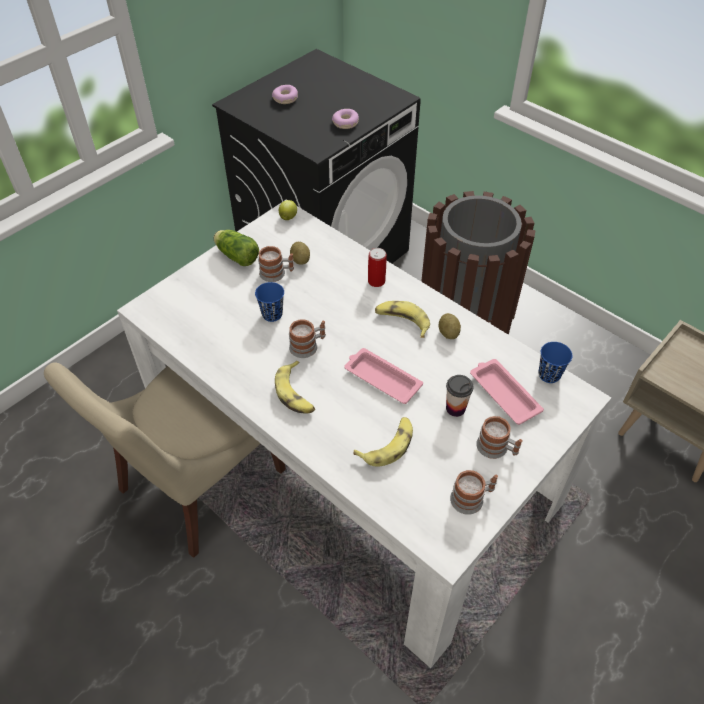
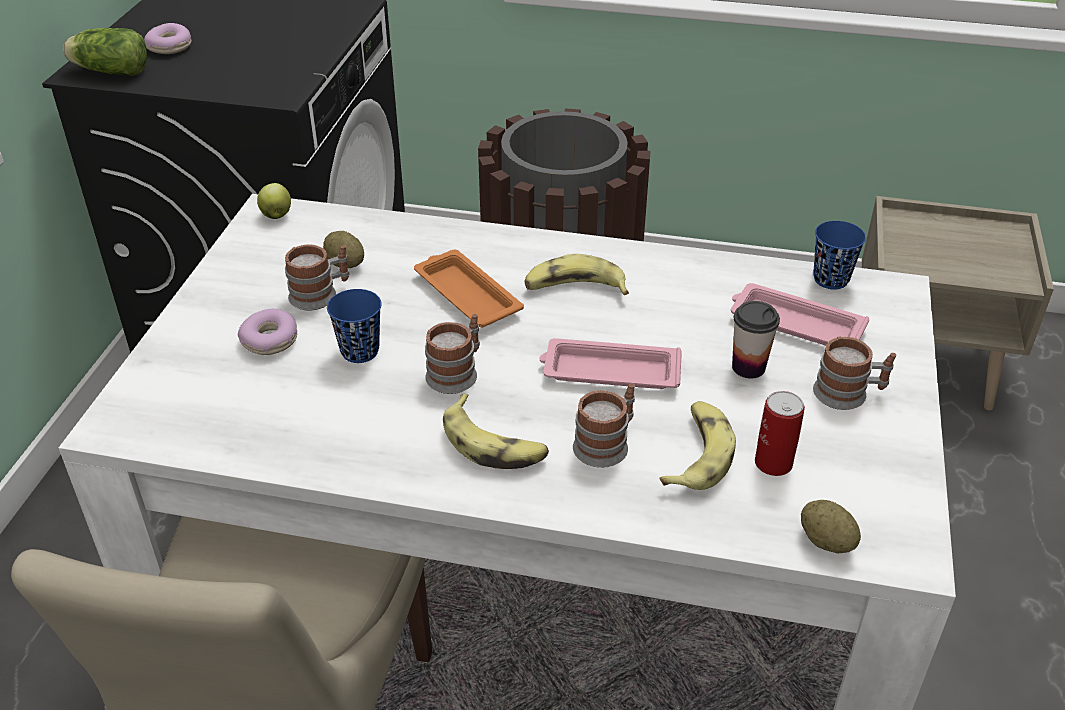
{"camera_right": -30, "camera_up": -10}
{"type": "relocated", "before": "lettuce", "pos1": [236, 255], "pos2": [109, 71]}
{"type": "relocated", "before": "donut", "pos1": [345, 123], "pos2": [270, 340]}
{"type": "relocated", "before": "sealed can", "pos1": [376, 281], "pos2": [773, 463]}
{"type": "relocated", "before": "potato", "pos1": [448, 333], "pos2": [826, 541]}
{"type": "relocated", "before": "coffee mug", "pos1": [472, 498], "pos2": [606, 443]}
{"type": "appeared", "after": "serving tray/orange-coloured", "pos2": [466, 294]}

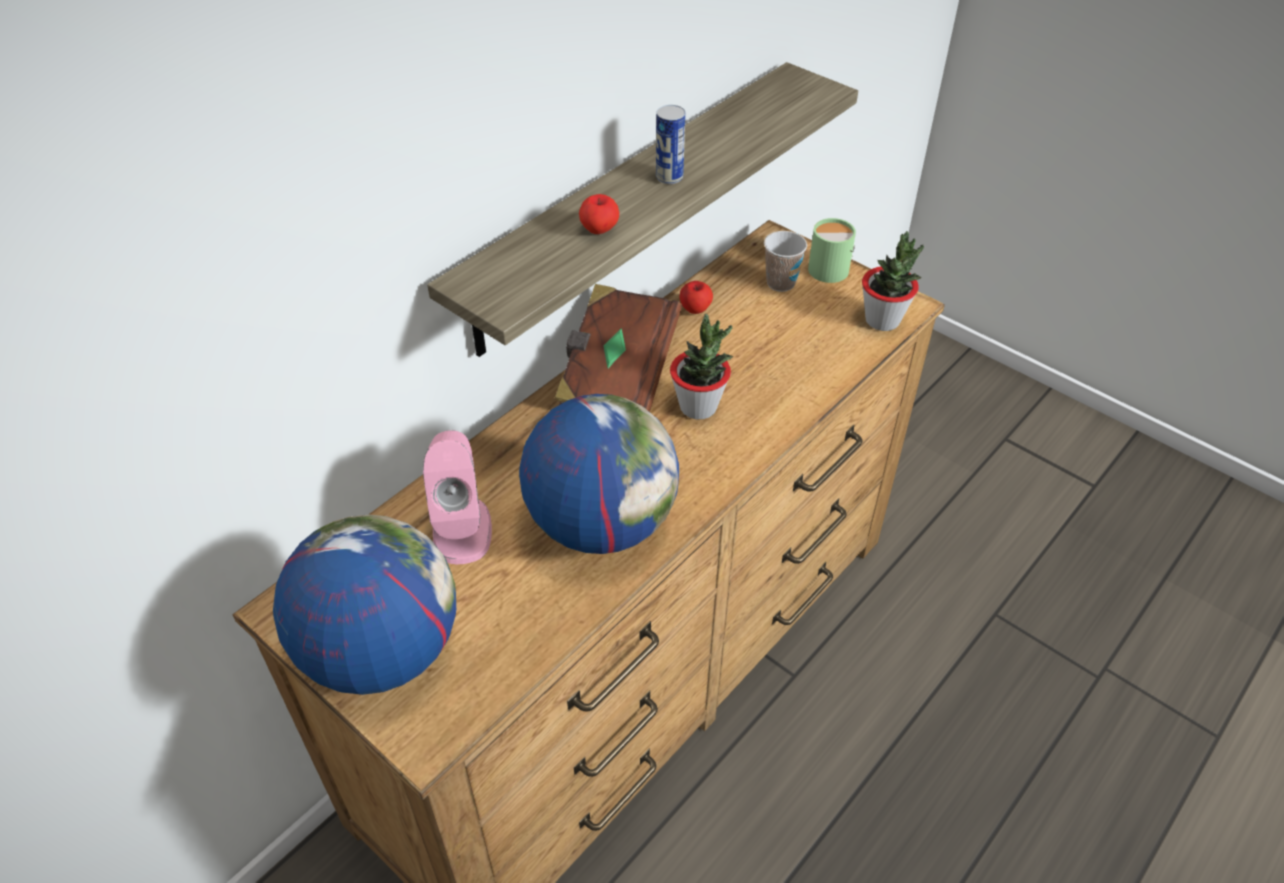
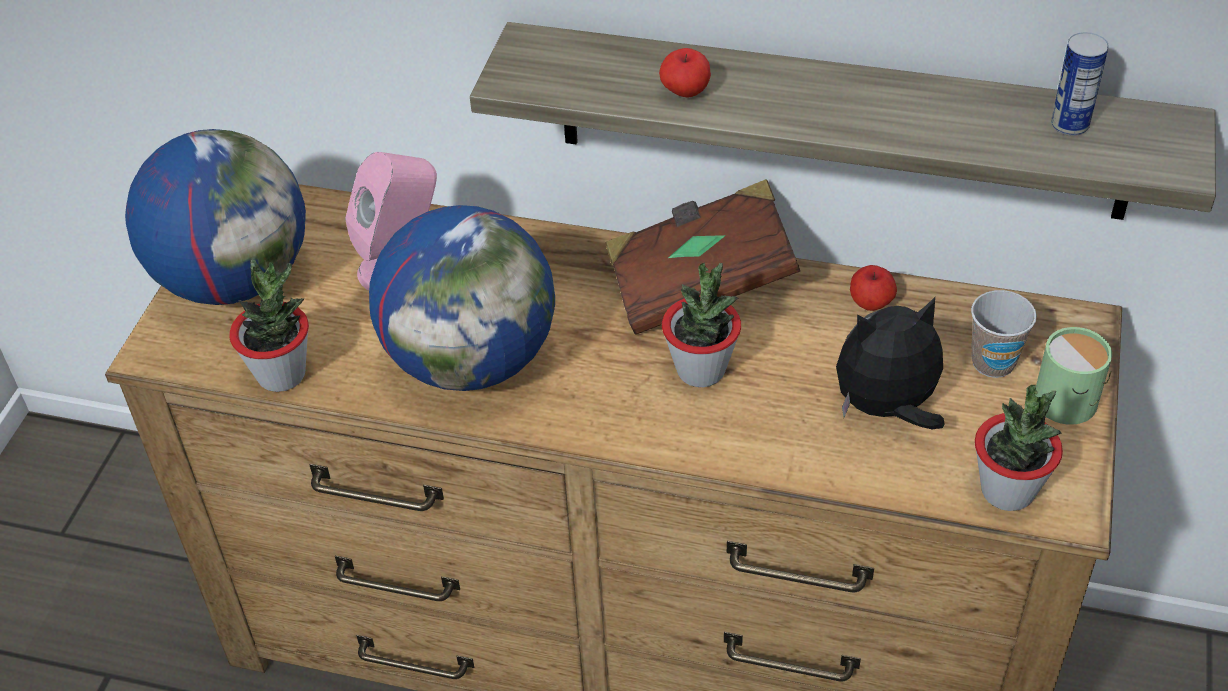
{"camera_right": 65, "camera_up": 0}
{"type": "relocated", "before": "sealed can", "pos1": [669, 177], "pos2": [1069, 125]}
{"type": "appeared", "after": "houseplant", "pos2": [282, 374]}
{"type": "appeared", "after": "plush toy", "pos2": [887, 408]}

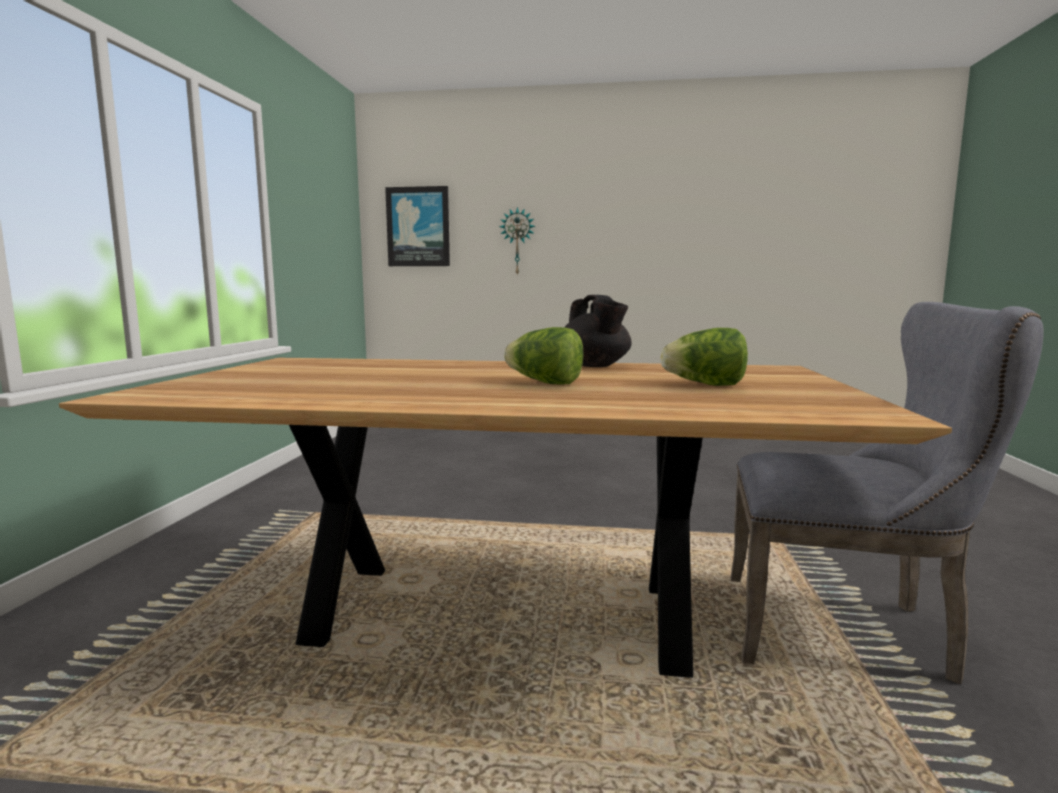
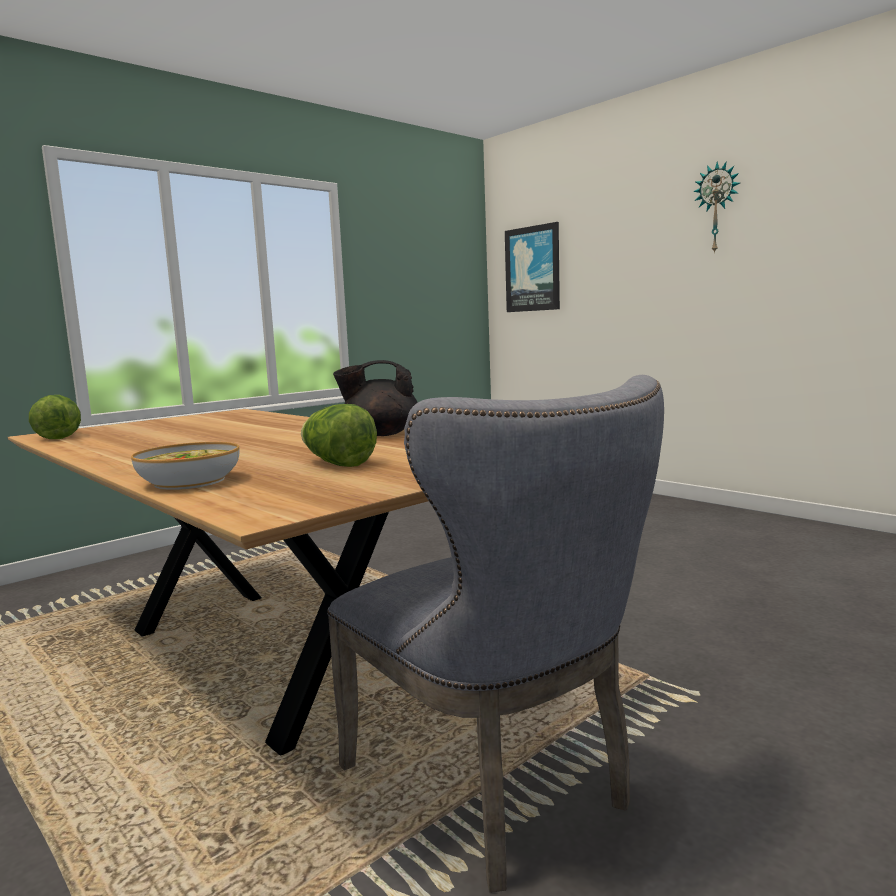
{"camera_right": 40, "camera_up": 0}
{"type": "relocated", "before": "clock on the wall", "pos1": [517, 241], "pos2": [717, 208]}
{"type": "relocated", "before": "lettuce", "pos1": [545, 383], "pos2": [58, 437]}
{"type": "spun", "before": "pot for tea/blackish", "pos1": [594, 366], "pos2": [381, 434], "turn": 60}
{"type": "appeared", "after": "deep dish", "pos2": [189, 482]}

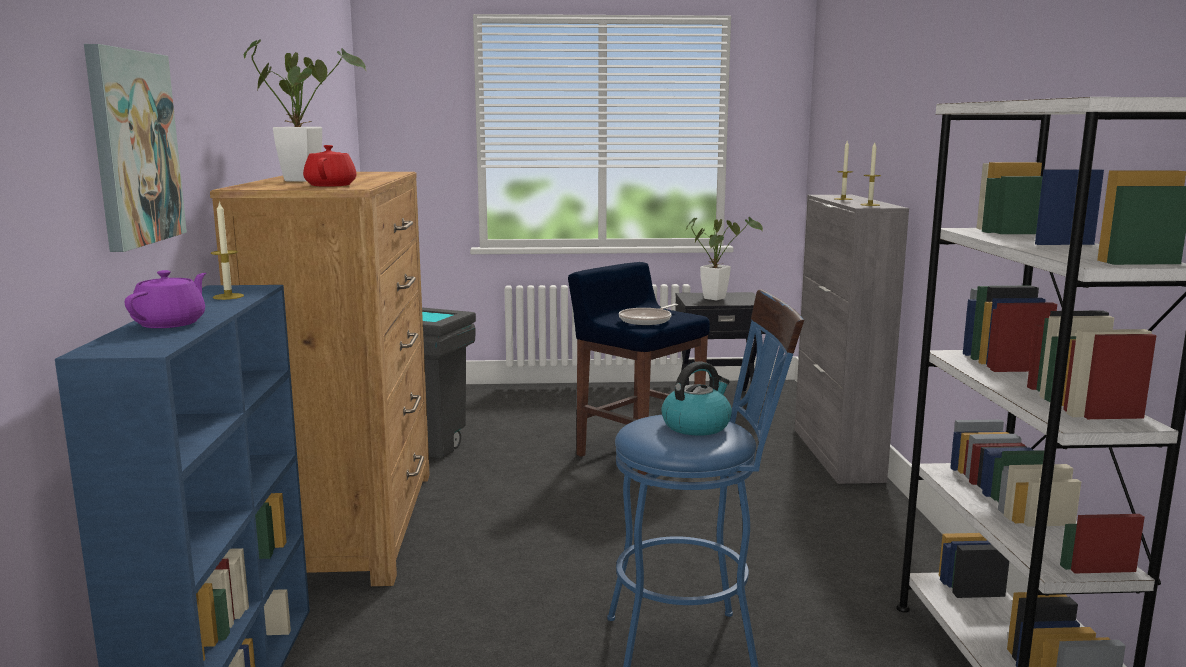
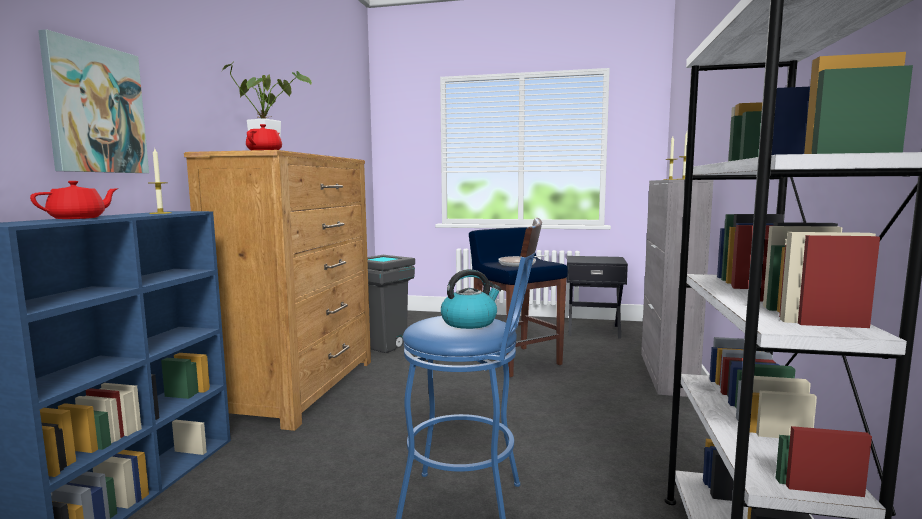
{"camera_right": 15, "camera_up": -5}
{"type": "colour", "before": "pot for tea/purple", "after": "pot for tea/red-coloured", "pos1": [171, 323], "pos2": [79, 218]}
{"type": "missing", "before": "houseplant", "pos1": [717, 298]}

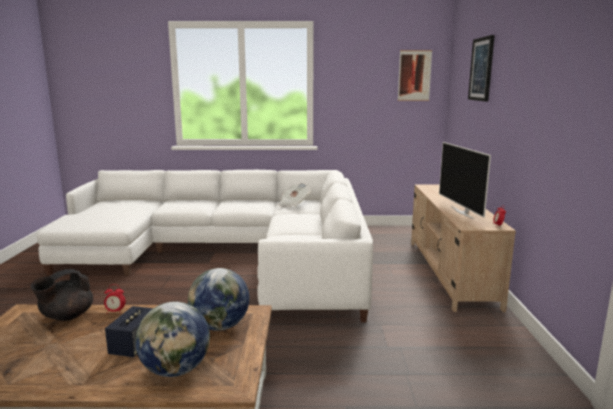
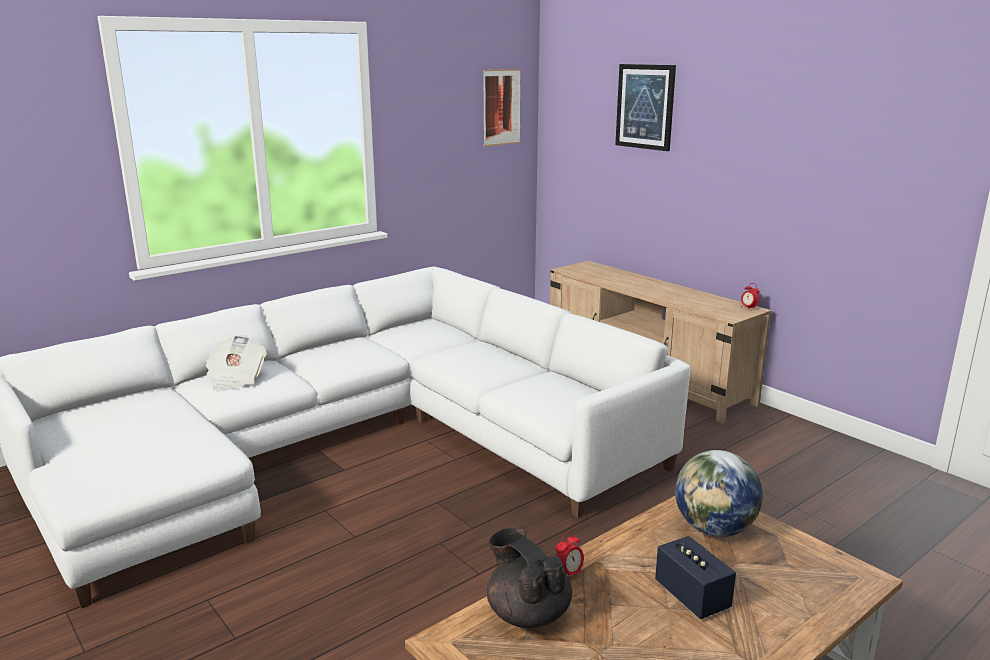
{"camera_right": -40, "camera_up": 5}
{"type": "spun", "before": "pot for tea/blackish", "pos1": [67, 316], "pos2": [527, 613], "turn": 150}
{"type": "missing", "before": "desk globe", "pos1": [176, 370]}
{"type": "relocated", "before": "daily paper", "pos1": [293, 204], "pos2": [236, 379]}
{"type": "missing", "before": "TV set", "pos1": [462, 212]}

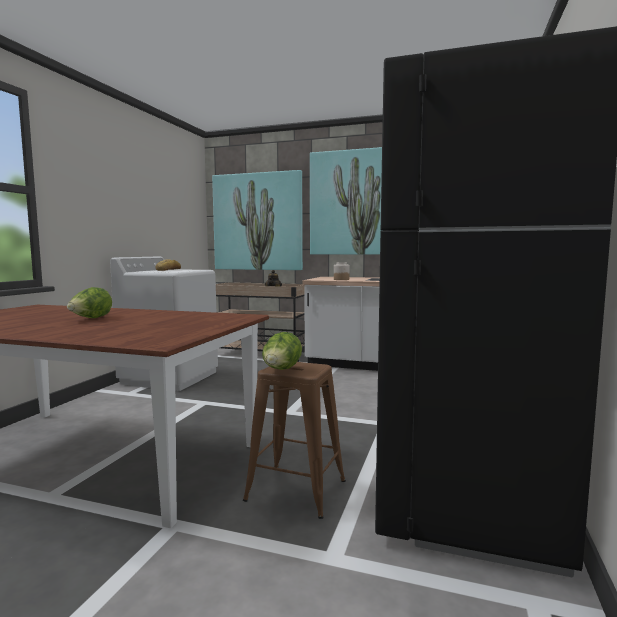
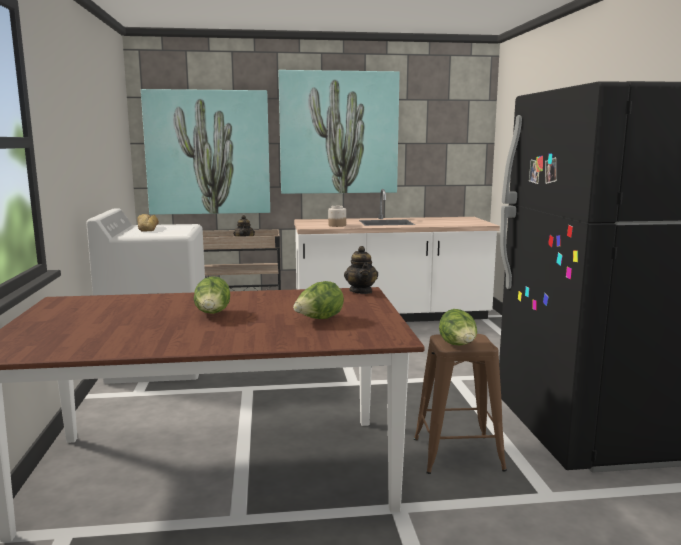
{"camera_right": -25, "camera_up": 5}
{"type": "appeared", "after": "lettuce", "pos2": [318, 320]}
{"type": "appeared", "after": "pot for tea", "pos2": [361, 291]}

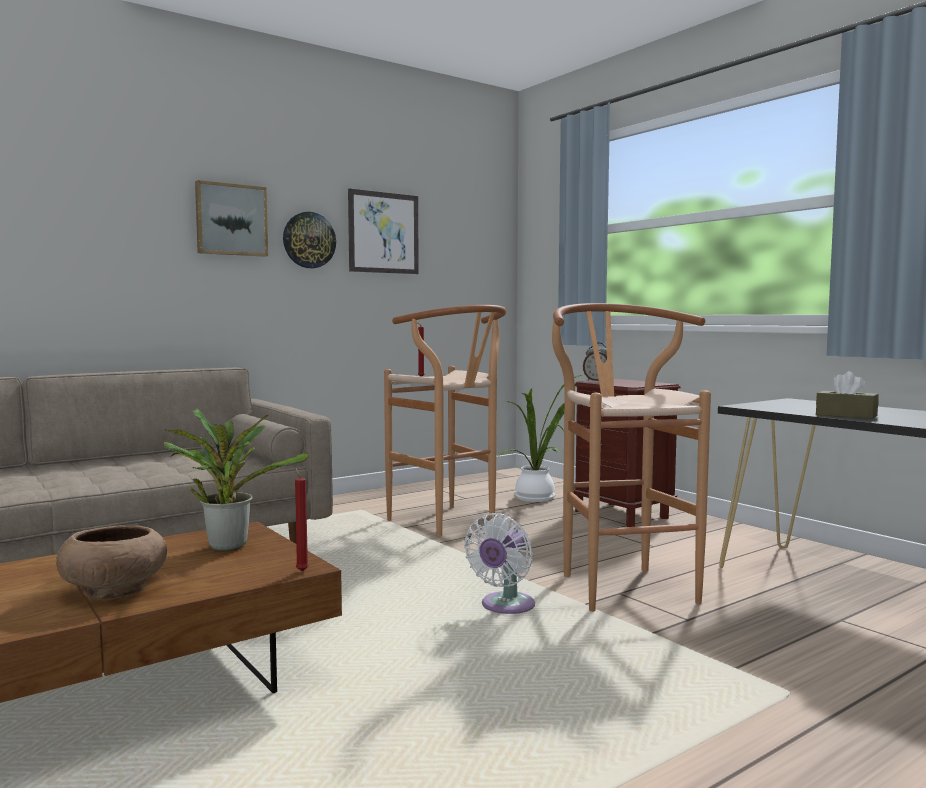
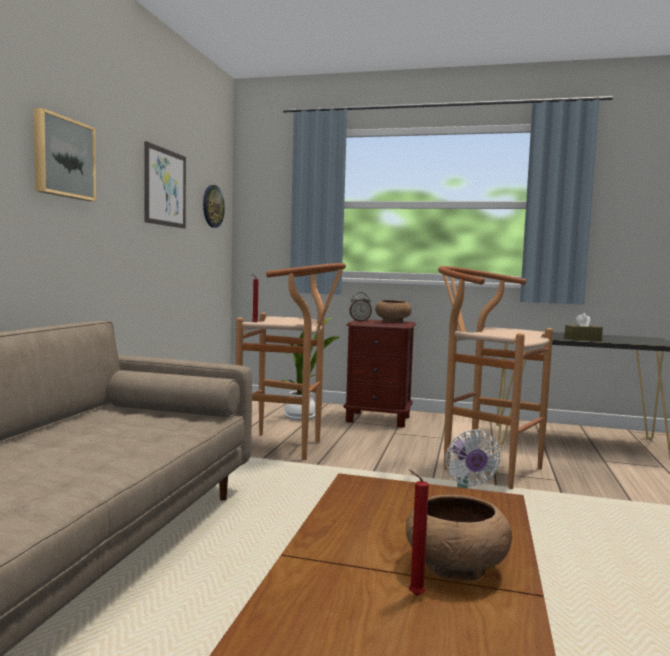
{"camera_right": -40, "camera_up": 0}
{"type": "missing", "before": "houseplant", "pos1": [226, 545]}
{"type": "relocated", "before": "clock on the wall", "pos1": [309, 240], "pos2": [212, 206]}
{"type": "relocated", "before": "wax candle/red-coloured", "pos1": [301, 571], "pos2": [413, 595]}
{"type": "appeared", "after": "deep dish/brown-coloured", "pos2": [393, 322]}

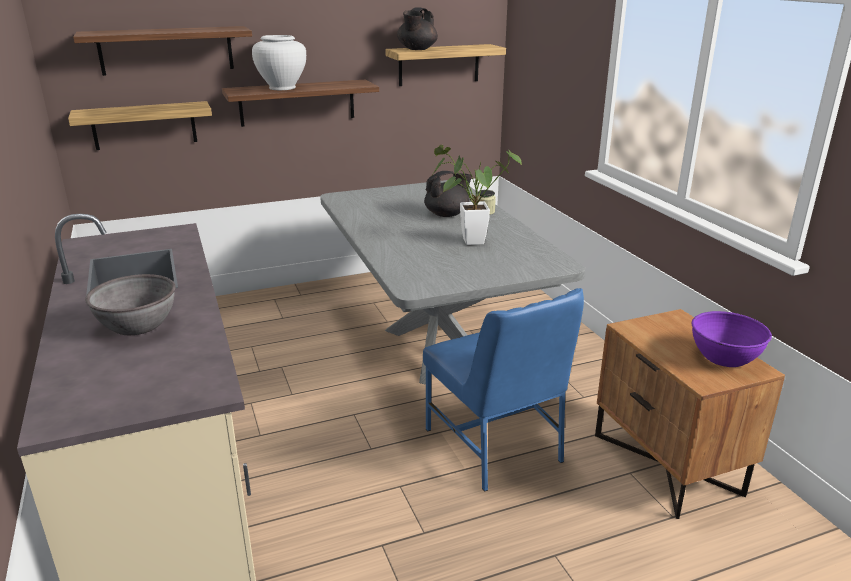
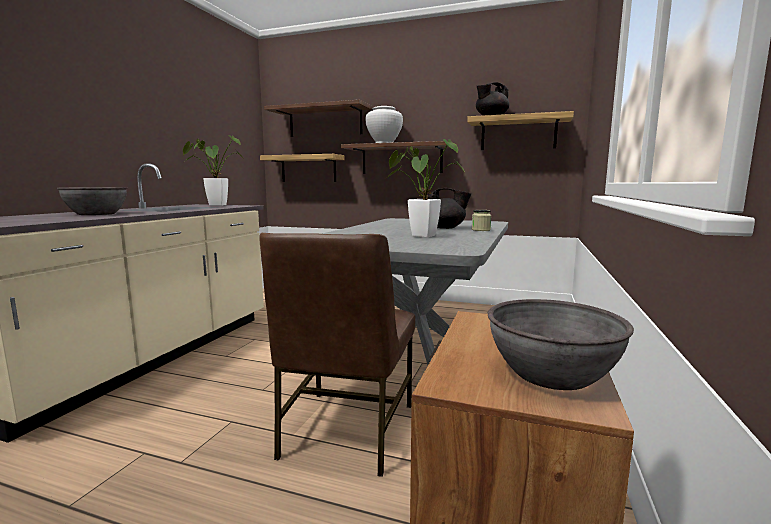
{"camera_right": 40, "camera_up": -15}
{"type": "colour", "before": "upright chair/blue-coloured", "after": "upright chair/brown-coloured", "pos1": [495, 446], "pos2": [346, 431]}
{"type": "colour", "before": "deep dish/purple", "after": "deep dish/grey", "pos1": [725, 357], "pos2": [552, 374]}
{"type": "appeared", "after": "houseplant", "pos2": [213, 205]}

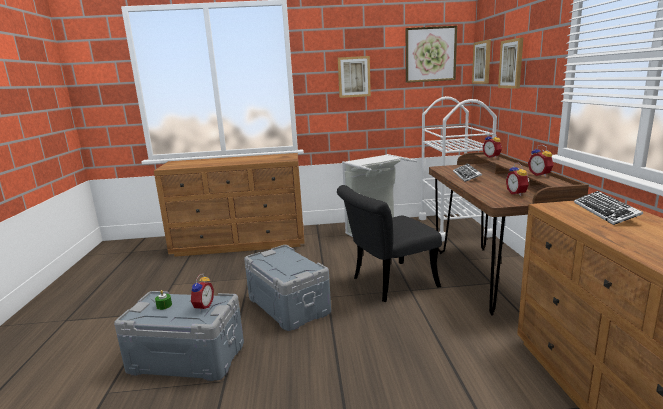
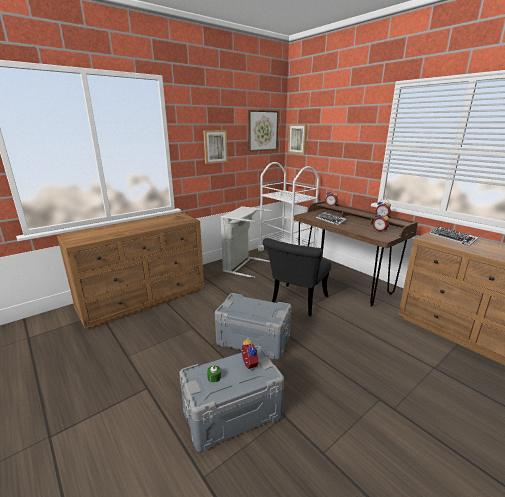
{"camera_right": -35, "camera_up": 5}
{"type": "missing", "before": "picture", "pos1": [511, 64]}

